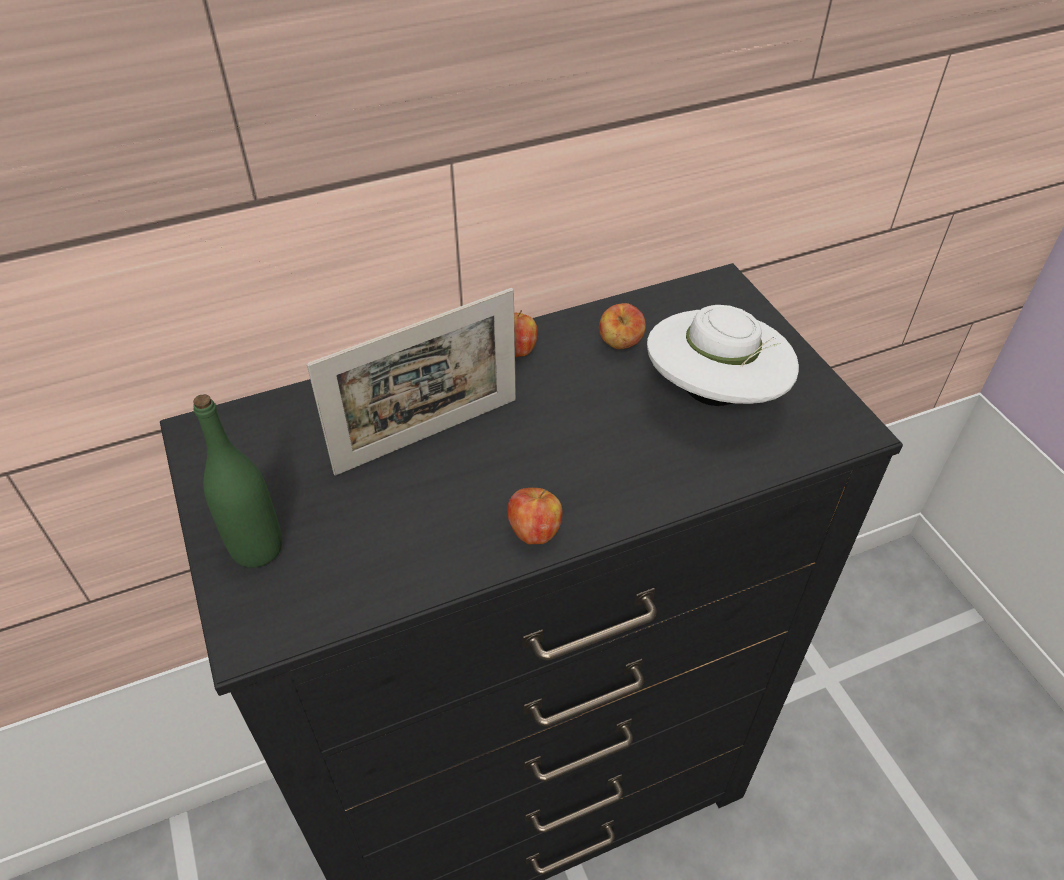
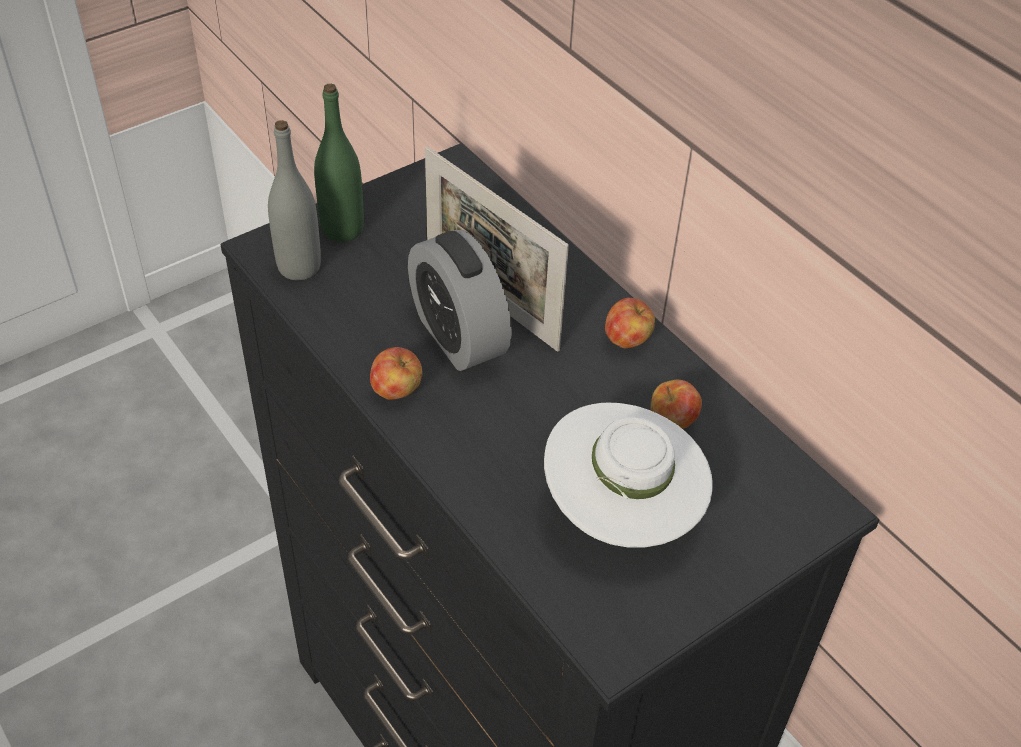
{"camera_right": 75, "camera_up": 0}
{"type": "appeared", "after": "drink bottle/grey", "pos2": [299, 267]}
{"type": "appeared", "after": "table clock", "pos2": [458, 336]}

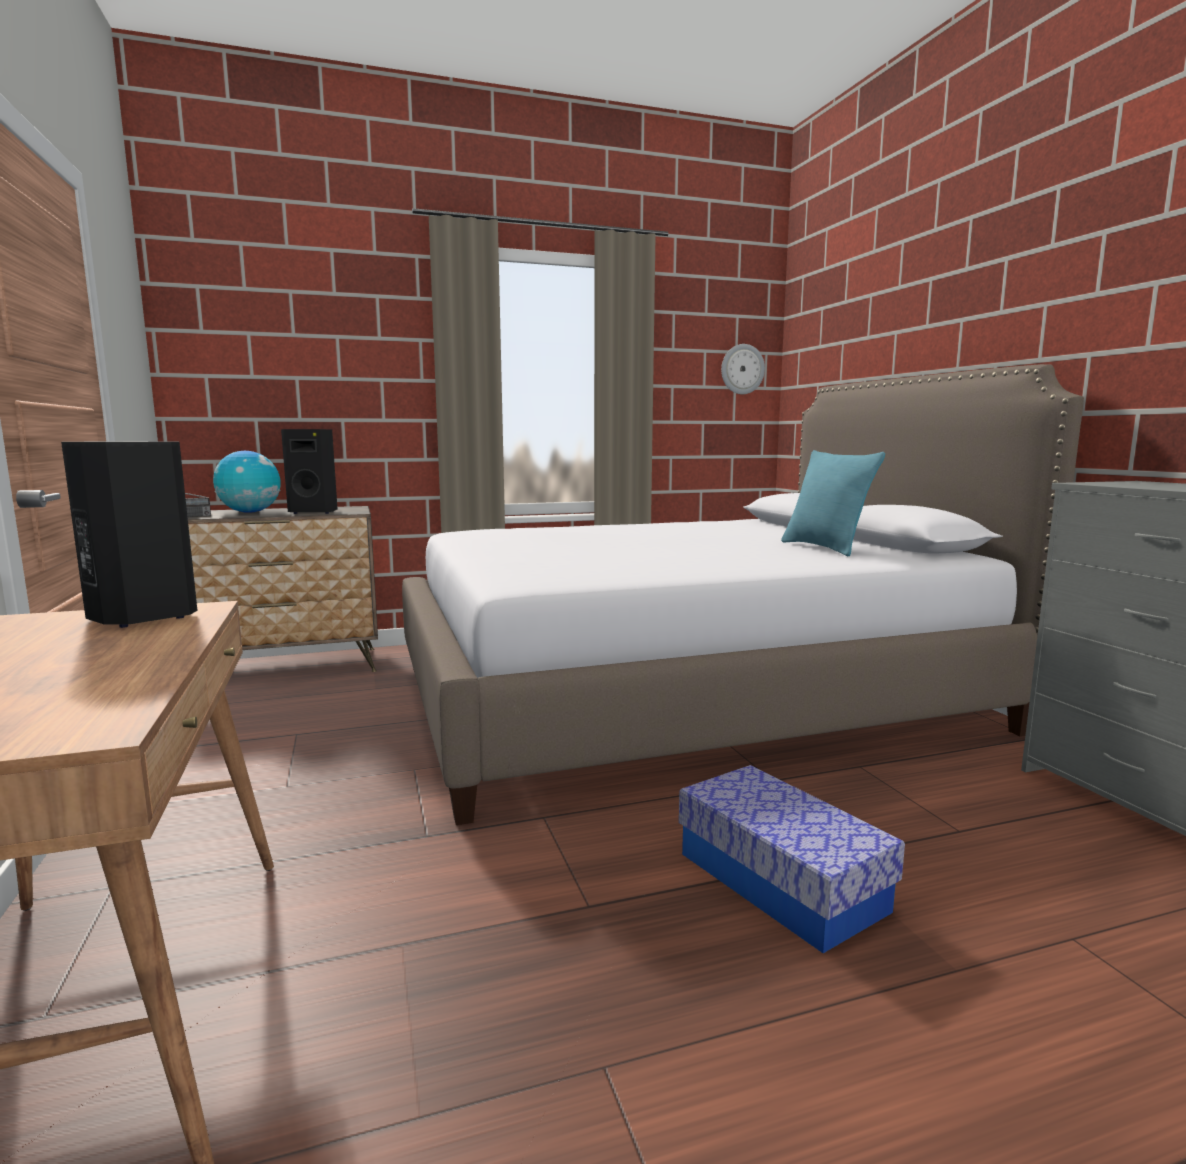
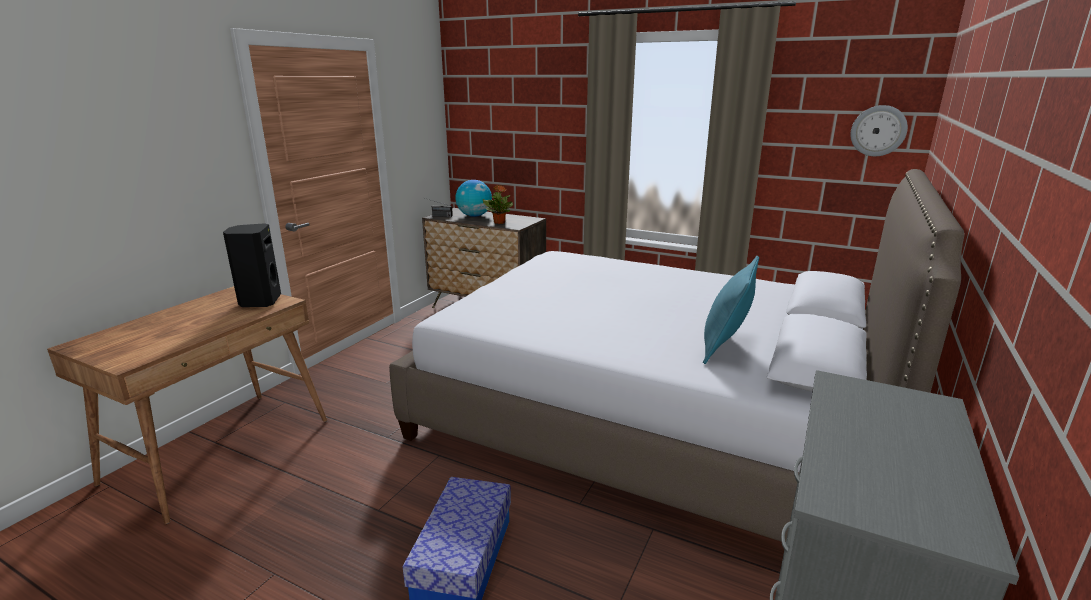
{"camera_right": 45, "camera_up": 10}
{"type": "exchanged", "before": "speaker/blackish", "after": "houseplant", "pos1": [315, 512], "pos2": [499, 222]}

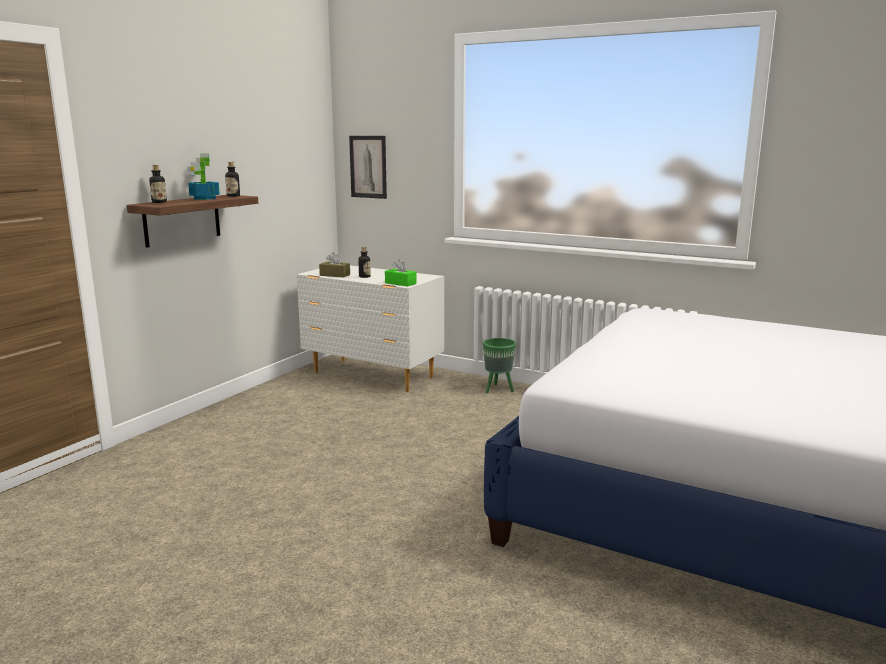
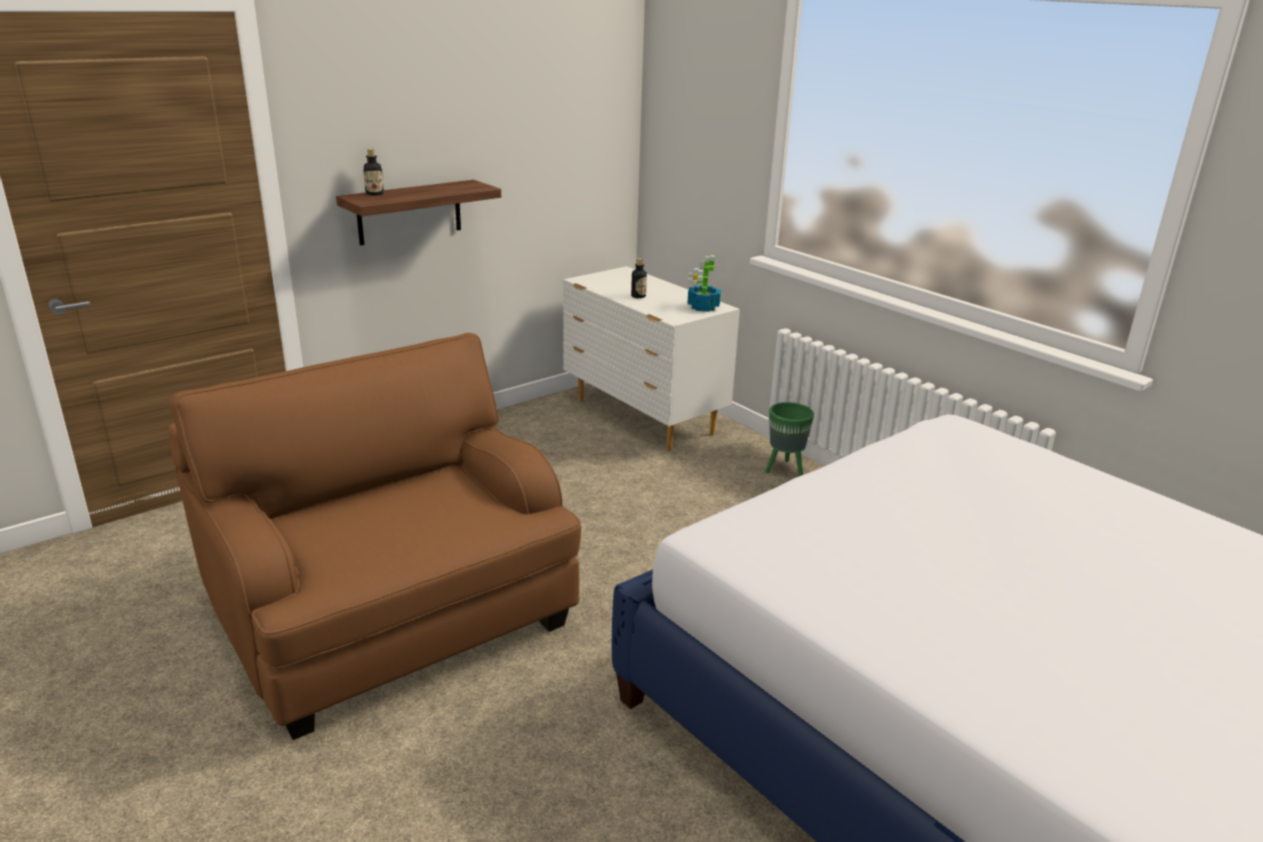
{"camera_right": 20, "camera_up": 10}
{"type": "relocated", "before": "houseplant", "pos1": [204, 198], "pos2": [702, 307]}
{"type": "missing", "before": "drink bottle", "pos1": [233, 196]}
{"type": "missing", "before": "tissue holder/brown-coloured", "pos1": [335, 275]}
{"type": "missing", "before": "picture", "pos1": [368, 167]}
{"type": "missing", "before": "tissue holder/green-coloured", "pos1": [400, 283]}
{"type": "appeared", "after": "easy chair/brown-coloured", "pos2": [391, 615]}

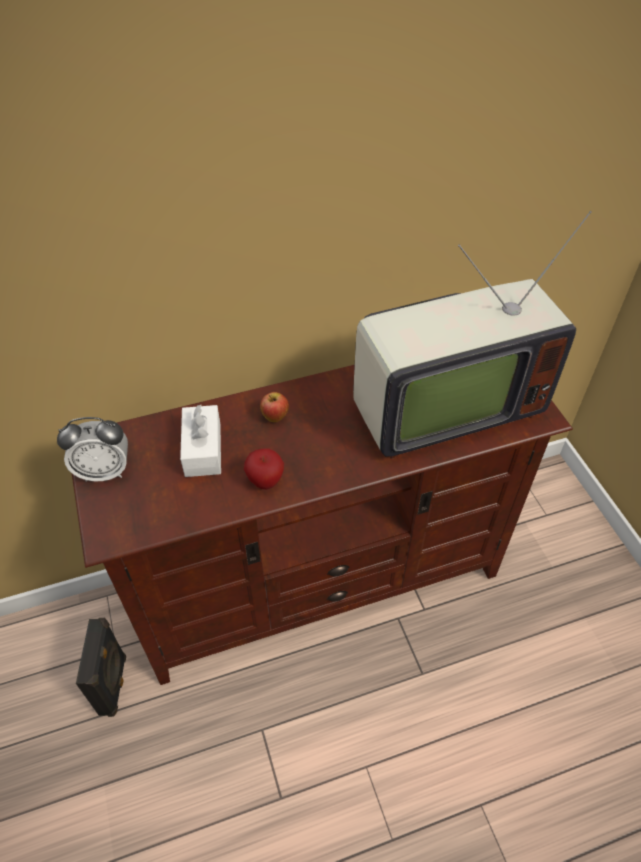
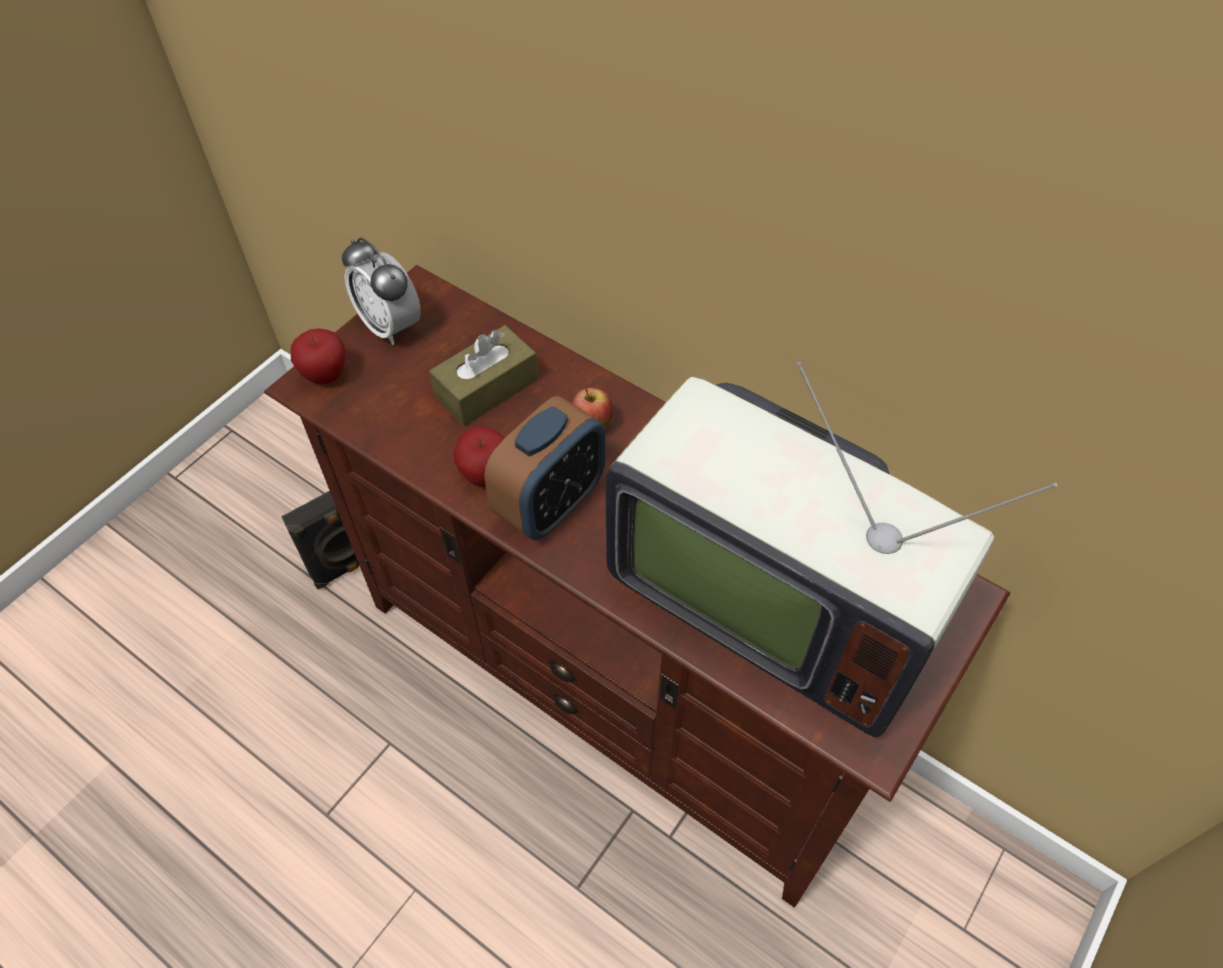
{"camera_right": 55, "camera_up": 5}
{"type": "colour", "before": "tissue holder/white", "after": "tissue holder/brown-coloured", "pos1": [203, 449], "pos2": [486, 388]}
{"type": "appeared", "after": "apple fruit", "pos2": [325, 375]}
{"type": "appeared", "after": "table clock", "pos2": [550, 503]}

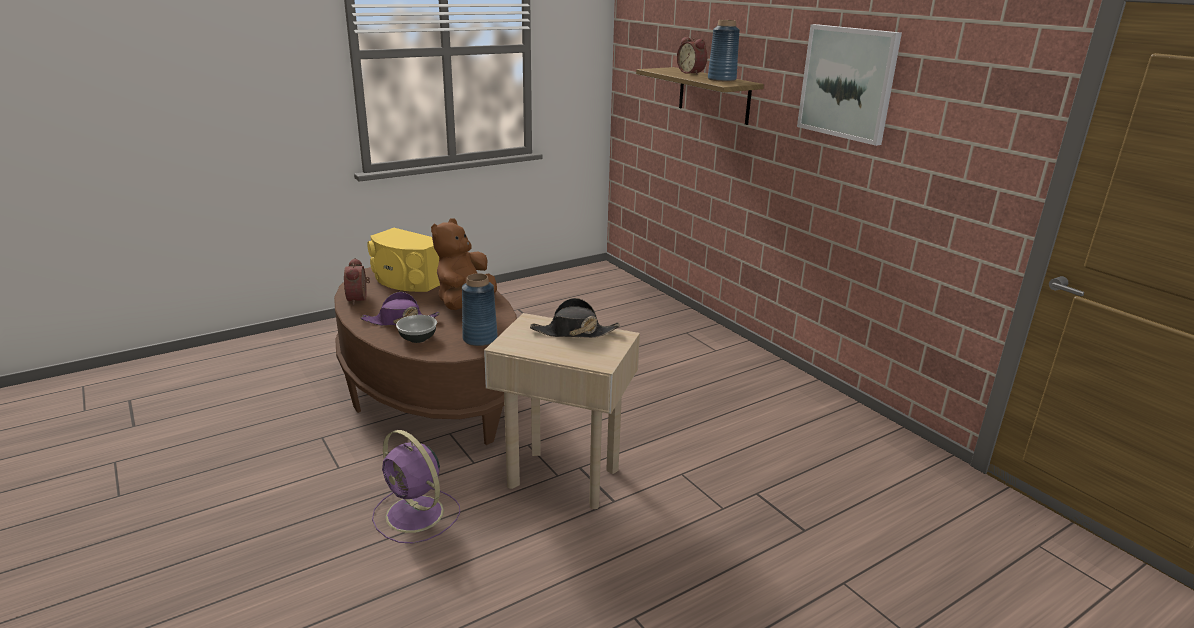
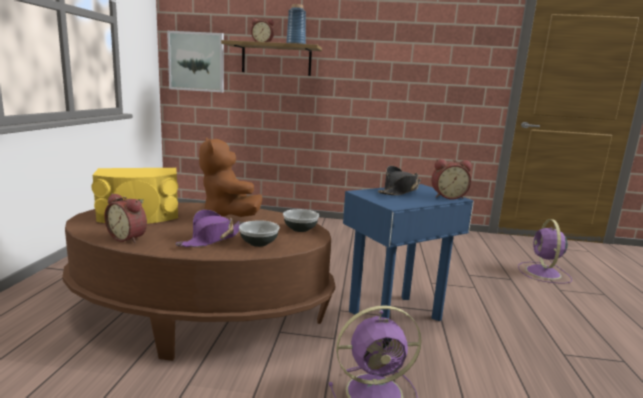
{"camera_right": -50, "camera_up": -10}
{"type": "exchanged", "before": "vase/blue-coloured", "after": "deep dish", "pos1": [480, 339], "pos2": [300, 229]}
{"type": "colour", "before": "side table/sand-coloured", "after": "side table/blue-coloured", "pos1": [563, 478], "pos2": [395, 315]}
{"type": "relocated", "before": "picture", "pos1": [848, 83], "pos2": [196, 62]}
{"type": "appeared", "after": "table clock", "pos2": [447, 197]}
{"type": "appeared", "after": "cooling fan/purple", "pos2": [543, 273]}

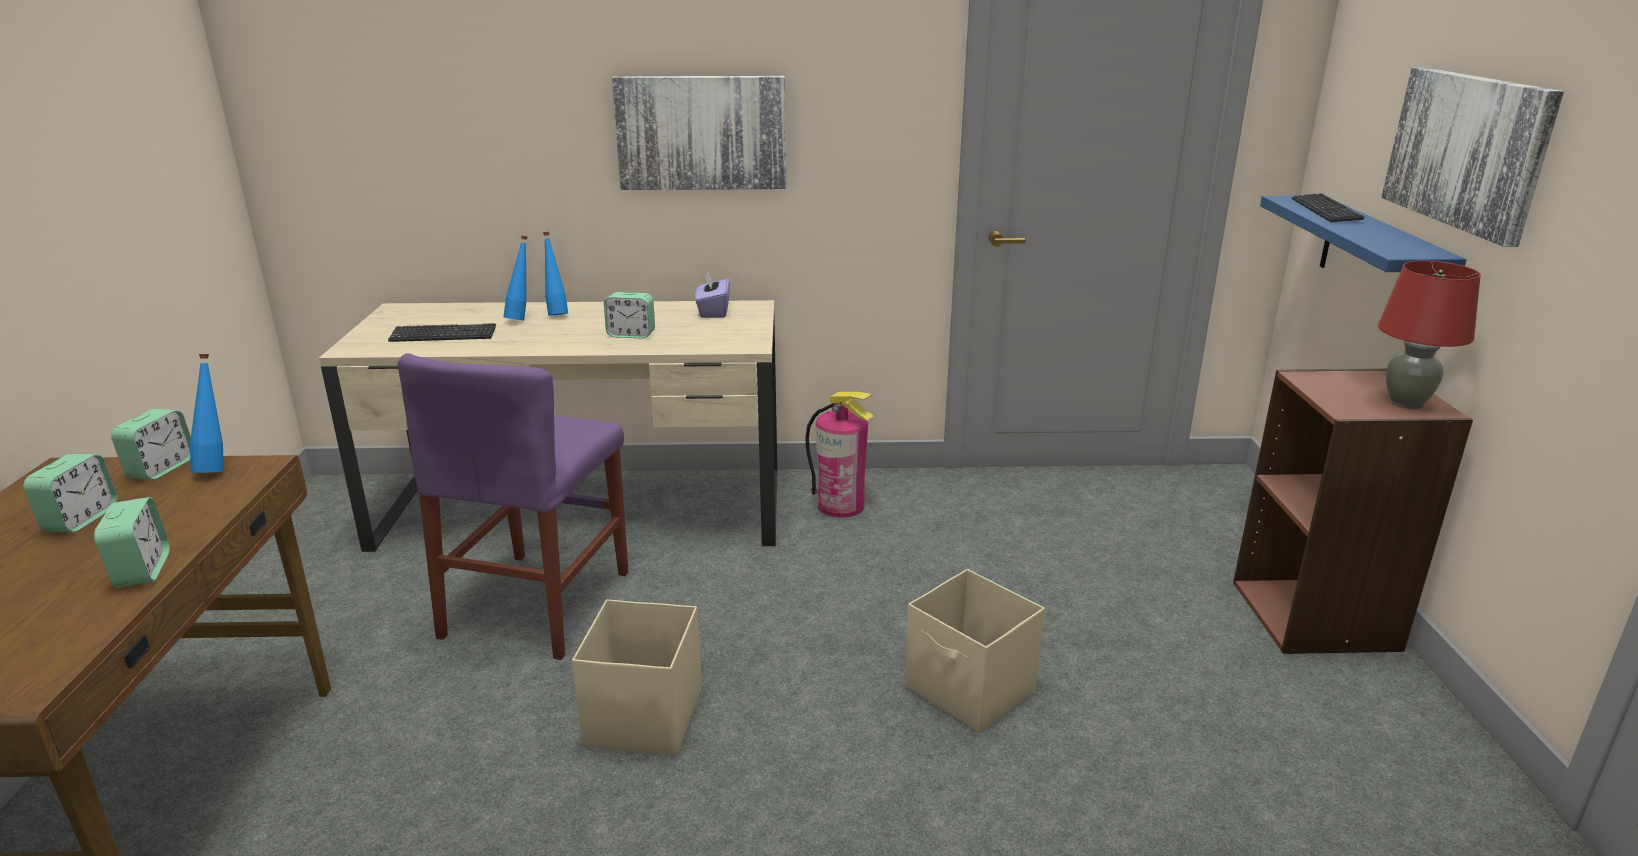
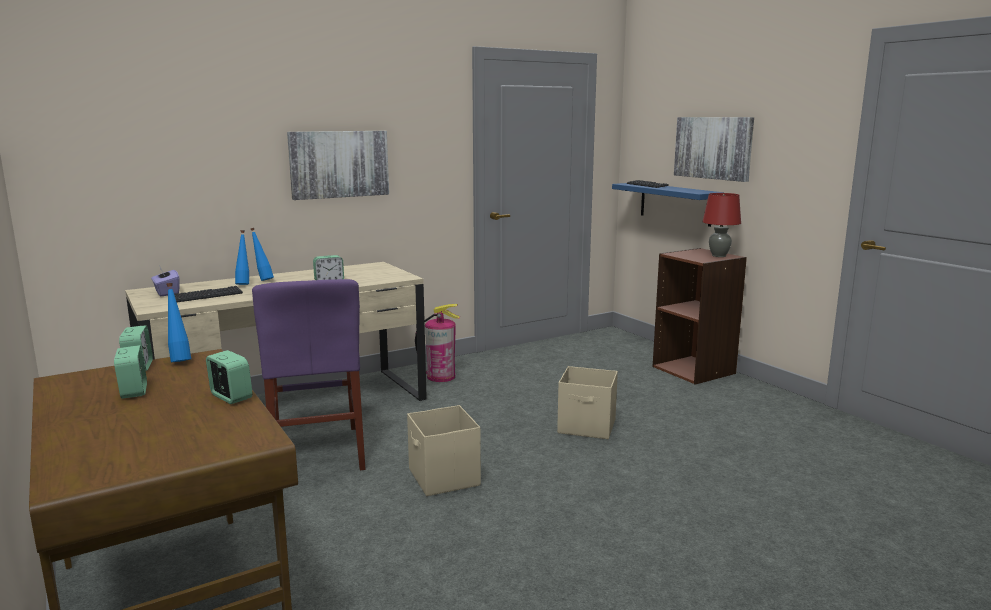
{"camera_right": -30, "camera_up": -10}
{"type": "relocated", "before": "tissue holder/purple", "pos1": [713, 312], "pos2": [166, 293]}

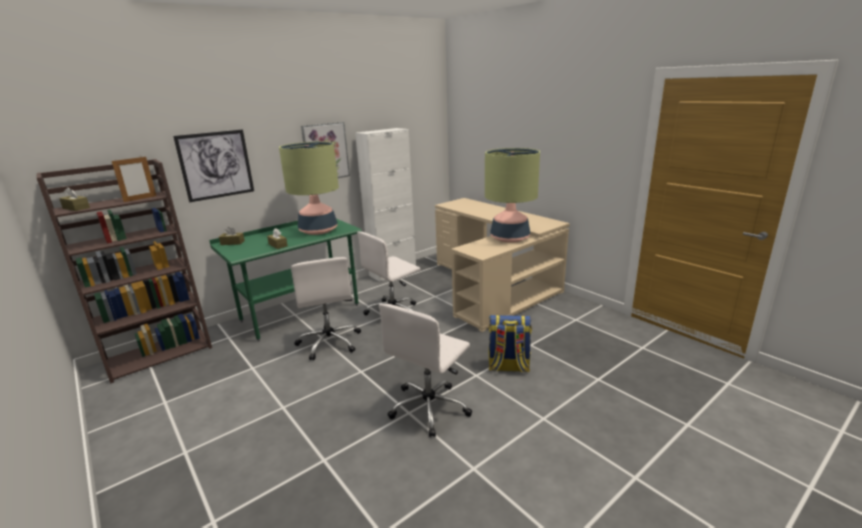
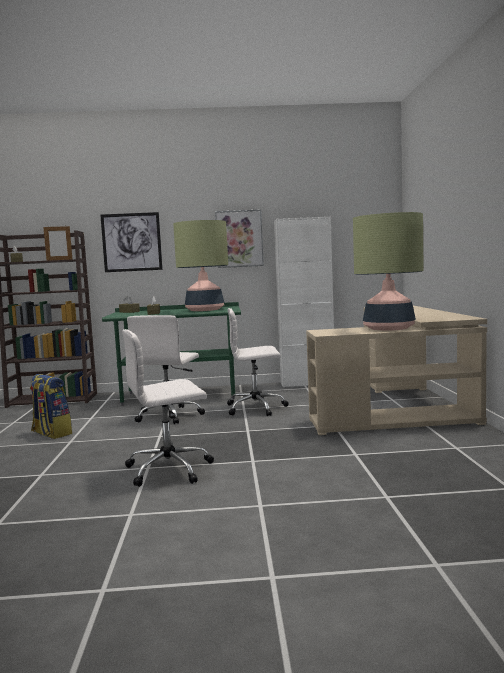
{"camera_right": 35, "camera_up": -15}
{"type": "relocated", "before": "backpack", "pos1": [508, 367], "pos2": [51, 434]}

